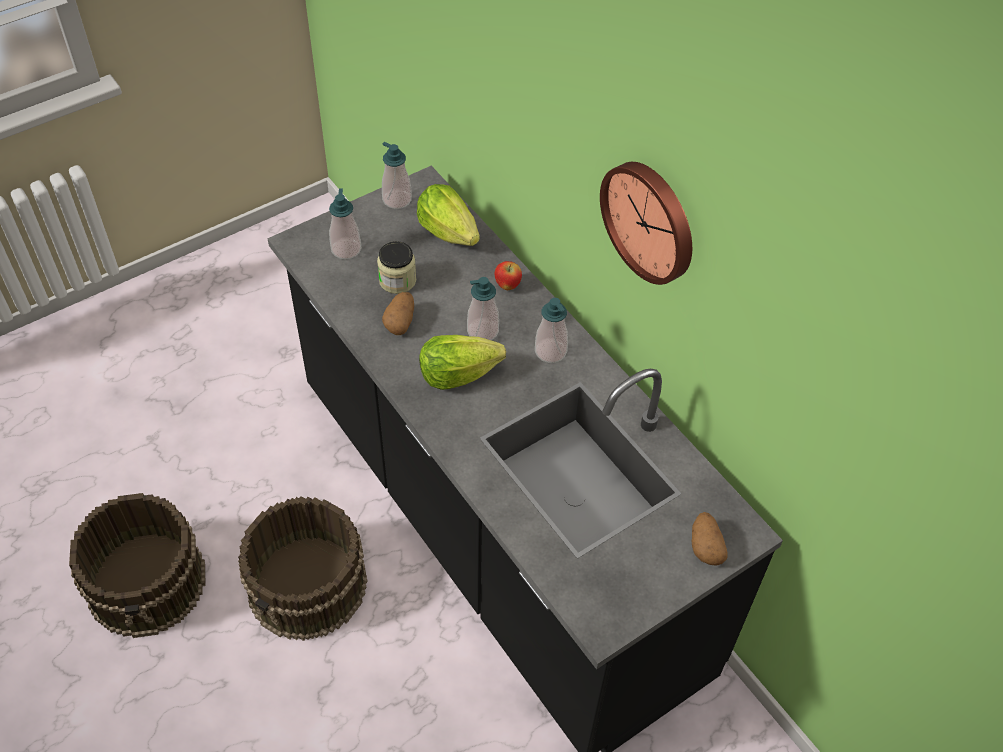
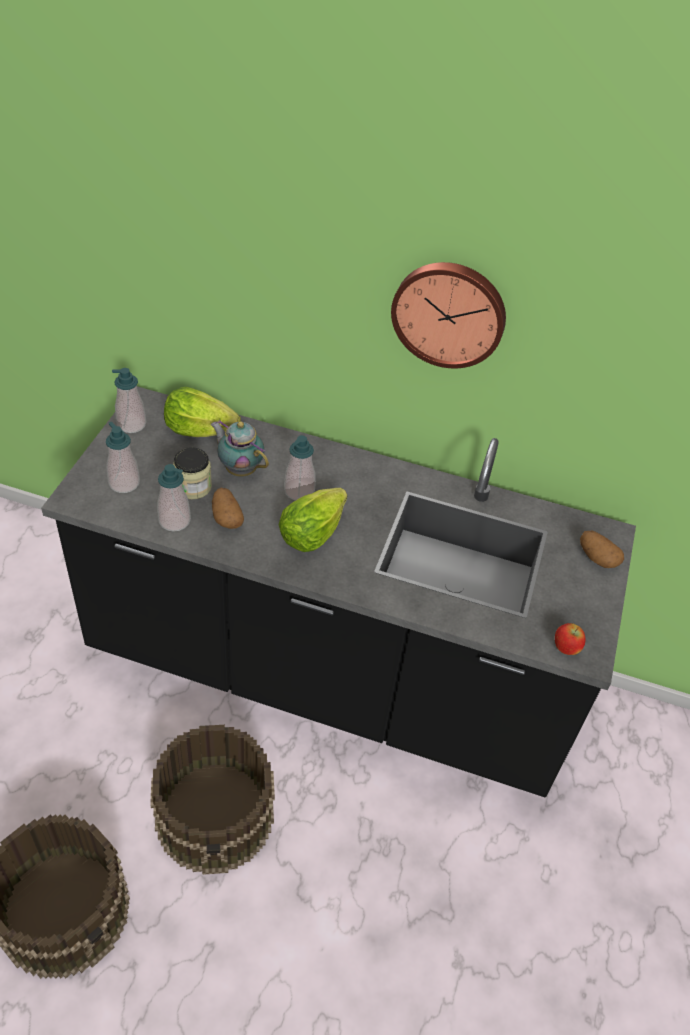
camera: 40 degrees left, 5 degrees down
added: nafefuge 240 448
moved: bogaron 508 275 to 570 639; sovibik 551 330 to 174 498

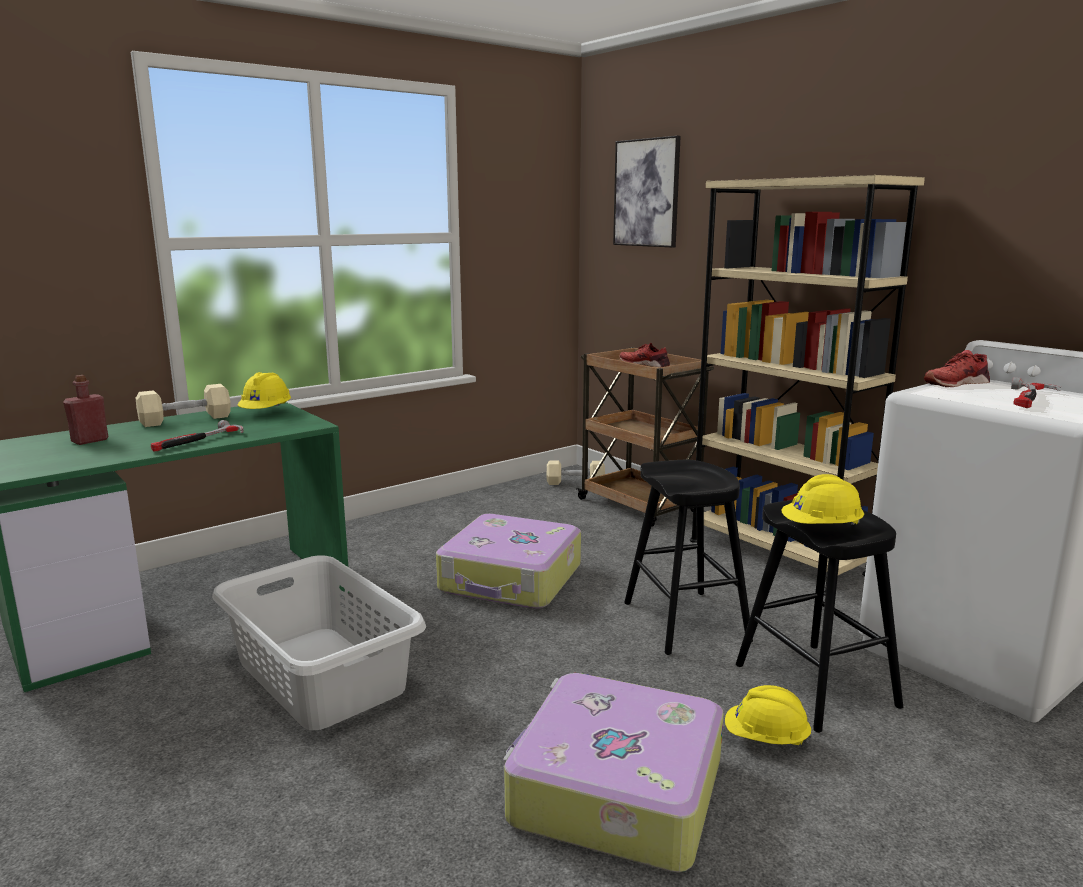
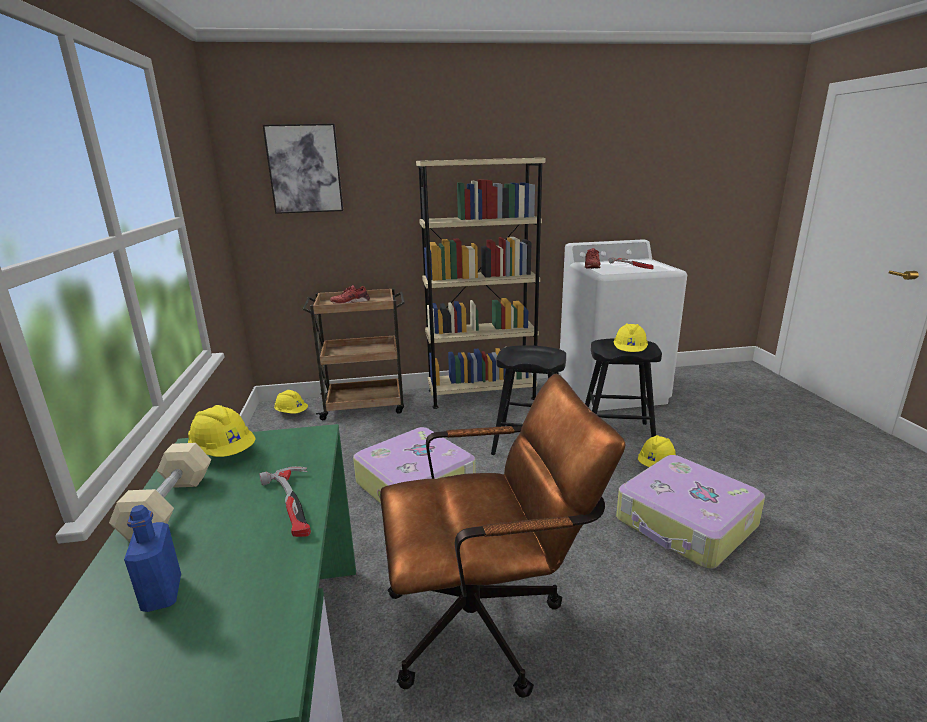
camera: 60 degrees left, 5 degrees up
replaced: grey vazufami 319 642 to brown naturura 503 536; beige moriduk 576 472 to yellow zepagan 291 402
recoloured: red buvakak 85 410 to blue buvakak 152 558

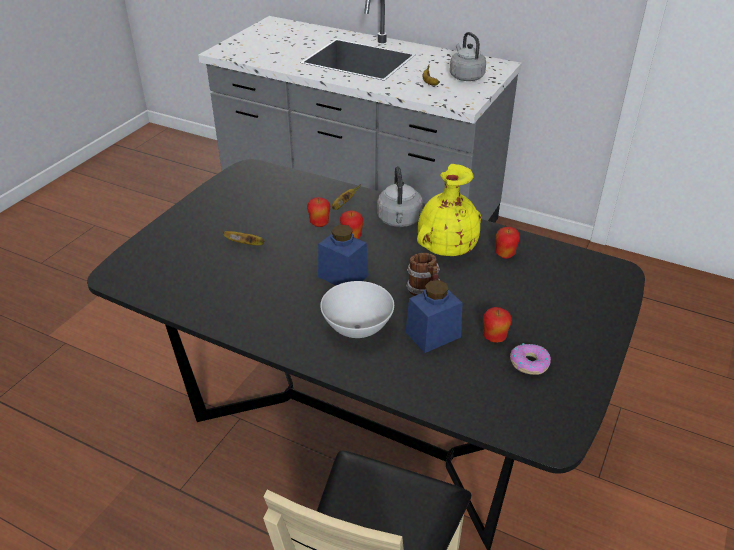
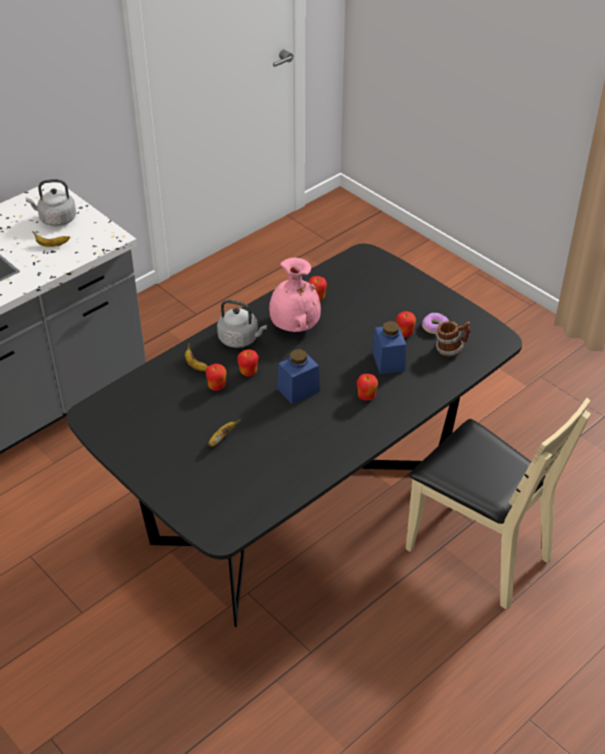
camera: 70 degrees left, 5 degrees up
moved: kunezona 423 274 to 452 339
replaced: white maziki 357 309 to bogaron 367 387
recoloured: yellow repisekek 449 210 to pink repisekek 295 294

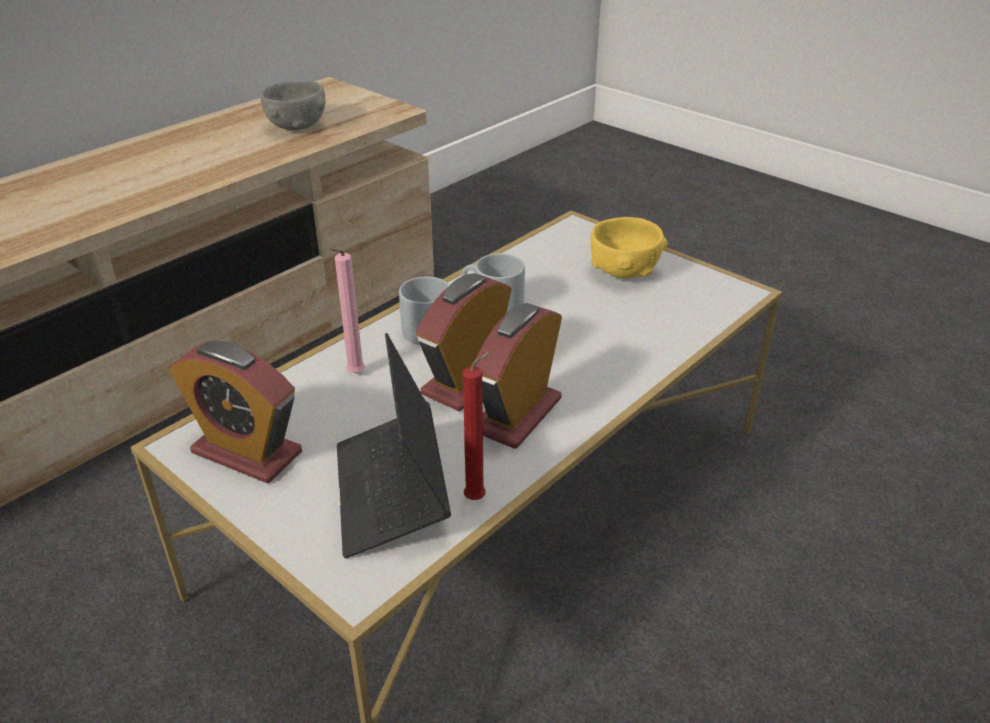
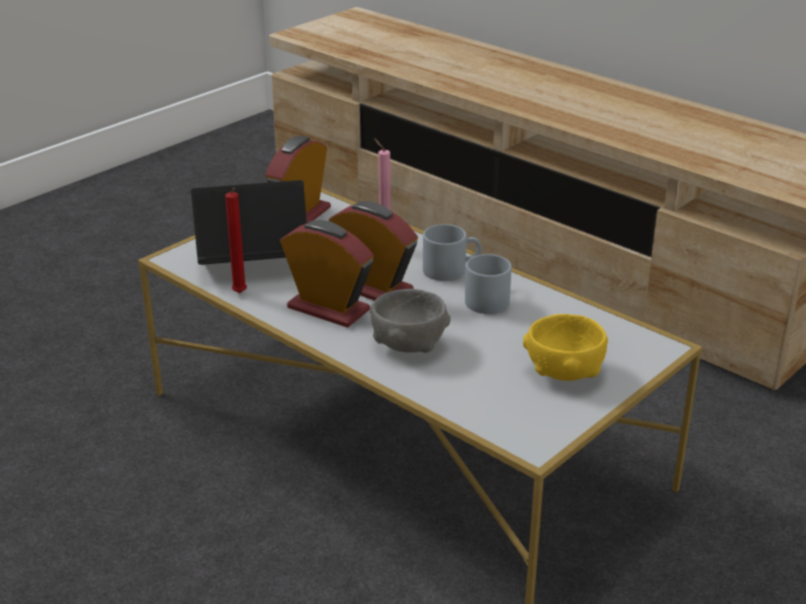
camera: 90 degrees right, 5 degrees down
moved: grey maziki 293 105 to 410 321

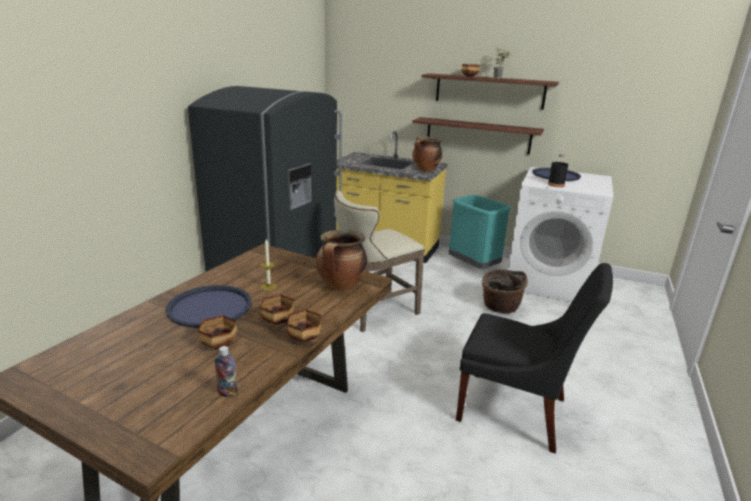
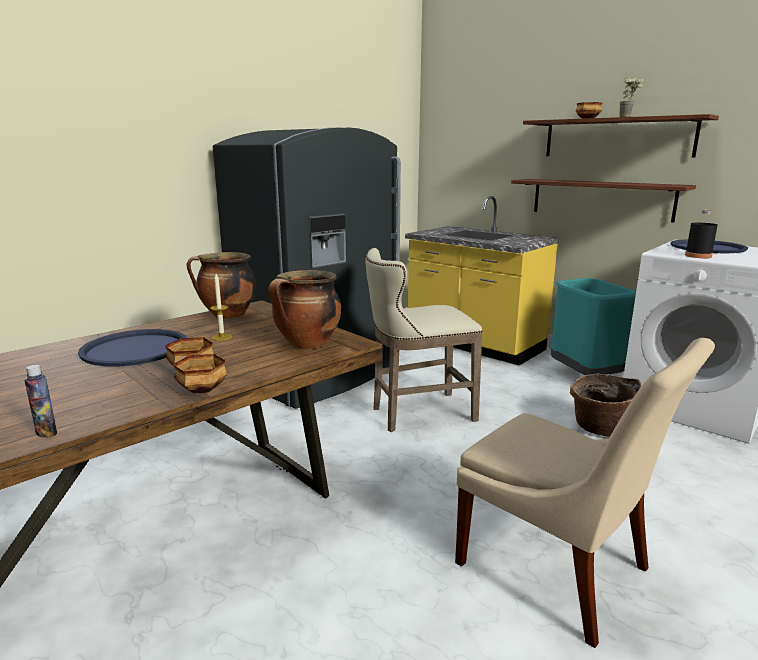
camera: 20 degrees right, 5 degrees down
removed: maziki 217 332
moved: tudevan 427 154 to 221 285
recoloured: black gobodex 534 358 to beige gobodex 585 493

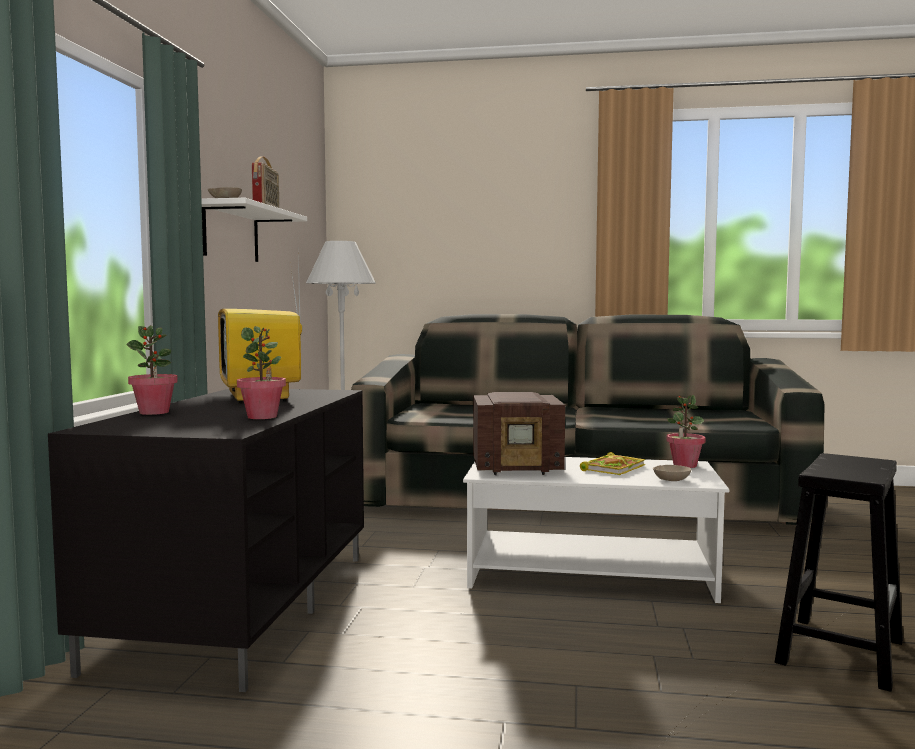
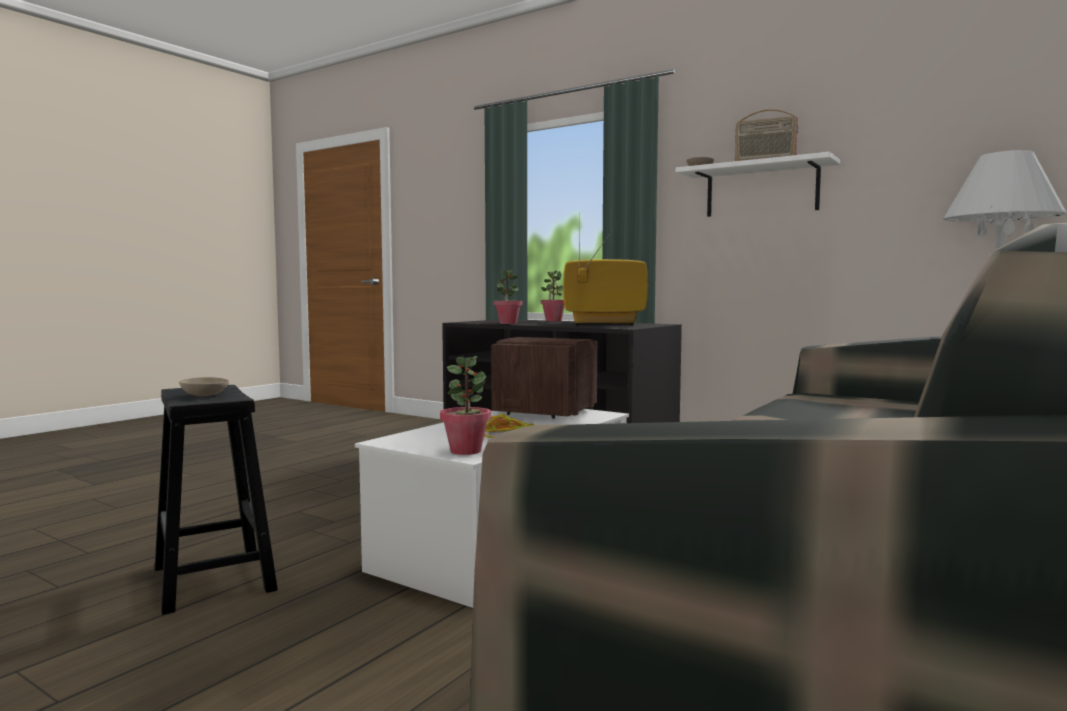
camera: 115 degrees right, 0 degrees up
moved: beige maziki 672 473 to 204 386

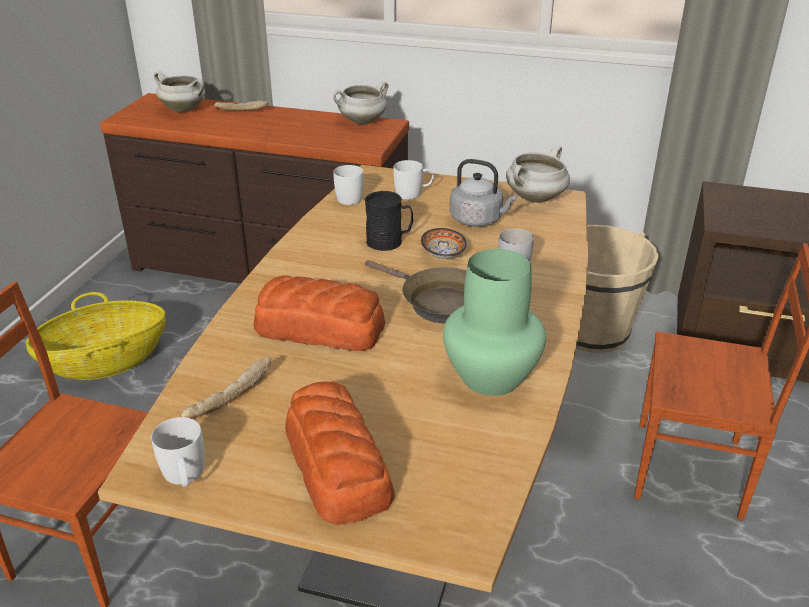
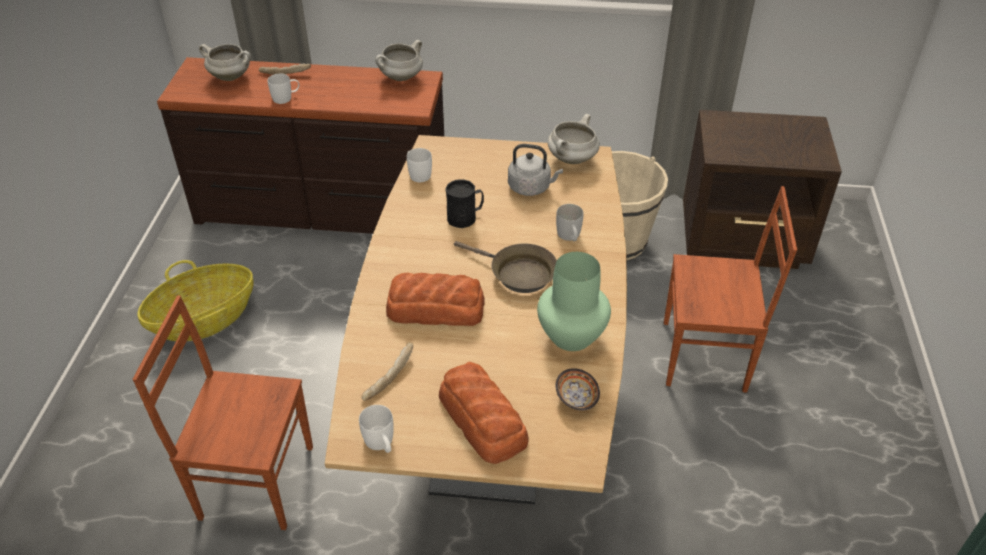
camera: 10 degrees left, 10 degrees up
moved: white kunezona 414 180 to 283 89; maziki 444 243 to 577 389

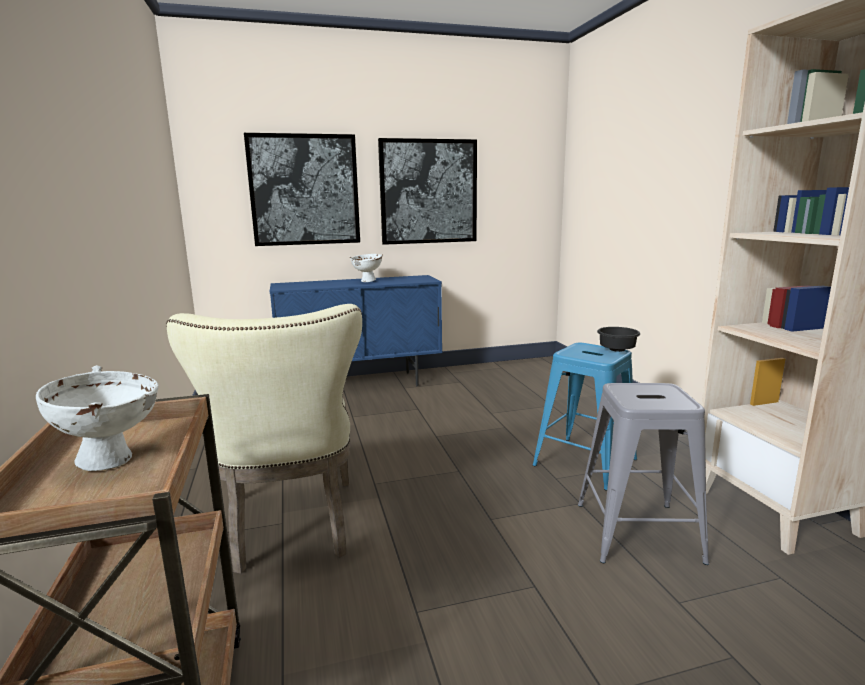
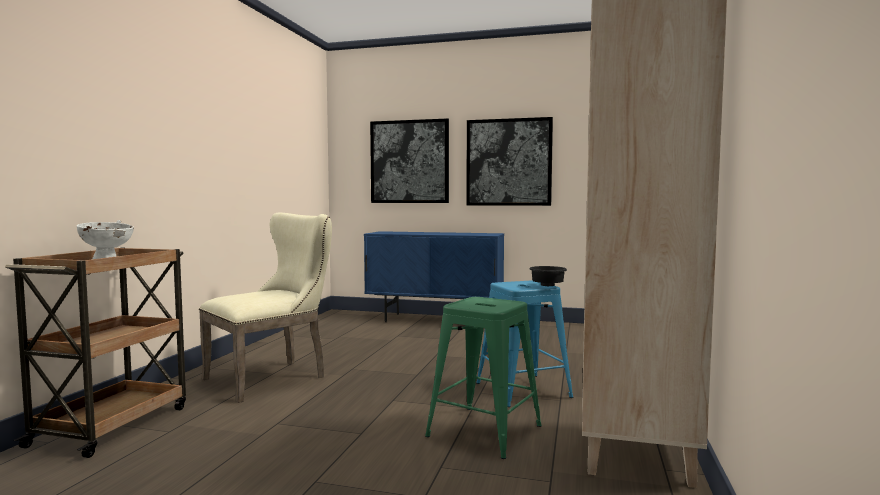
camera: 30 degrees right, 10 degrees down
removed: white maziki 366 268
recoloured: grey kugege 643 474 to green kugege 483 378
turned: beige gobodex 264 439 = 265 308 150 degrees counterclockwise

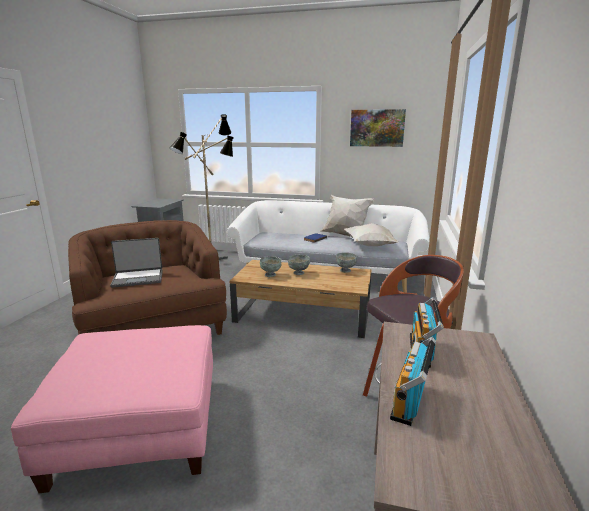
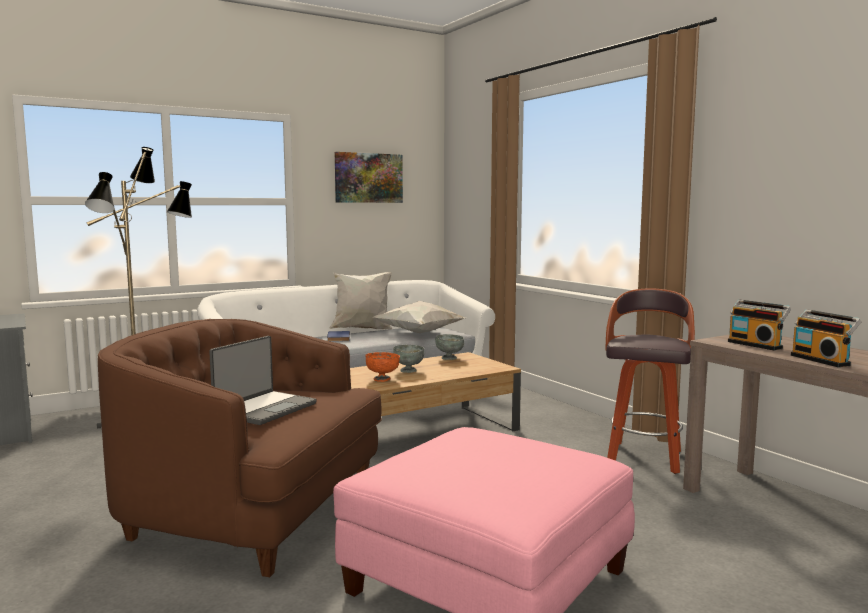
camera: 45 degrees left, 10 degrees down
recoloured: grey maziki 271 266 to orange maziki 383 367

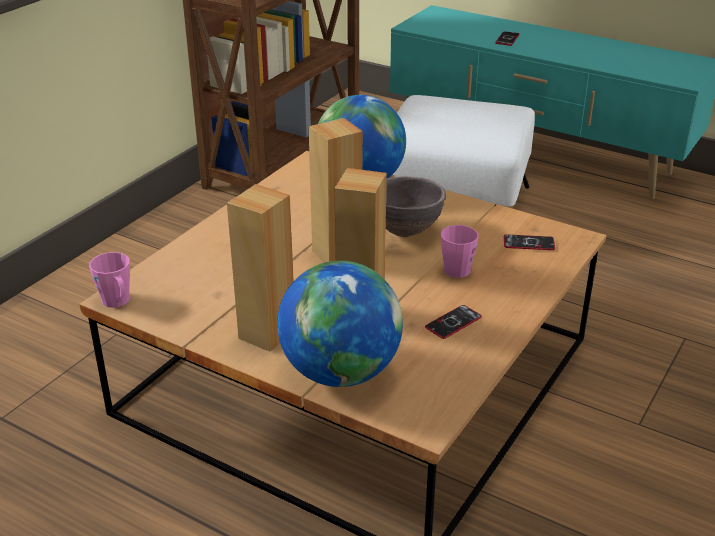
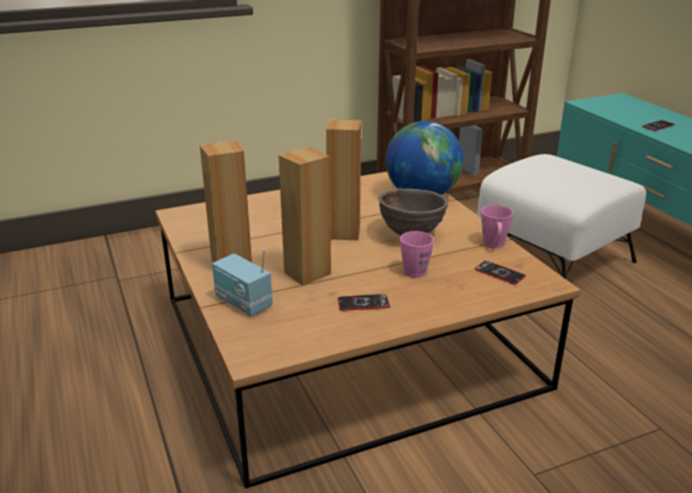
camera: 35 degrees right, 5 degrees down
moved: pink kunezona 109 280 to 497 226
replaced: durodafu 340 324 to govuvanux 242 282

